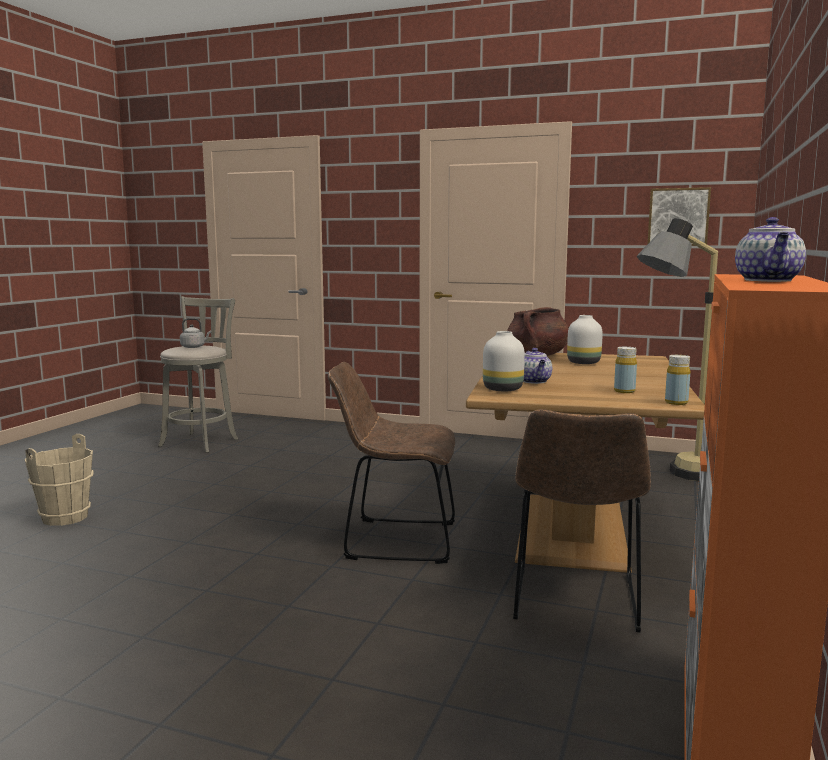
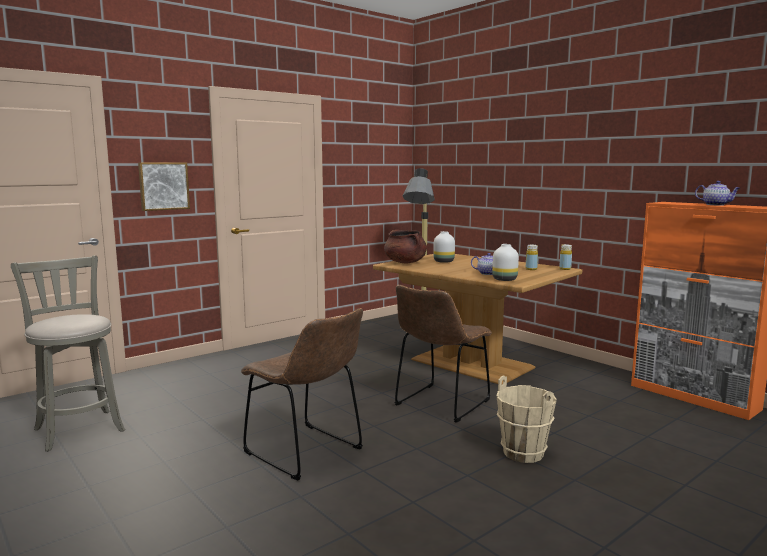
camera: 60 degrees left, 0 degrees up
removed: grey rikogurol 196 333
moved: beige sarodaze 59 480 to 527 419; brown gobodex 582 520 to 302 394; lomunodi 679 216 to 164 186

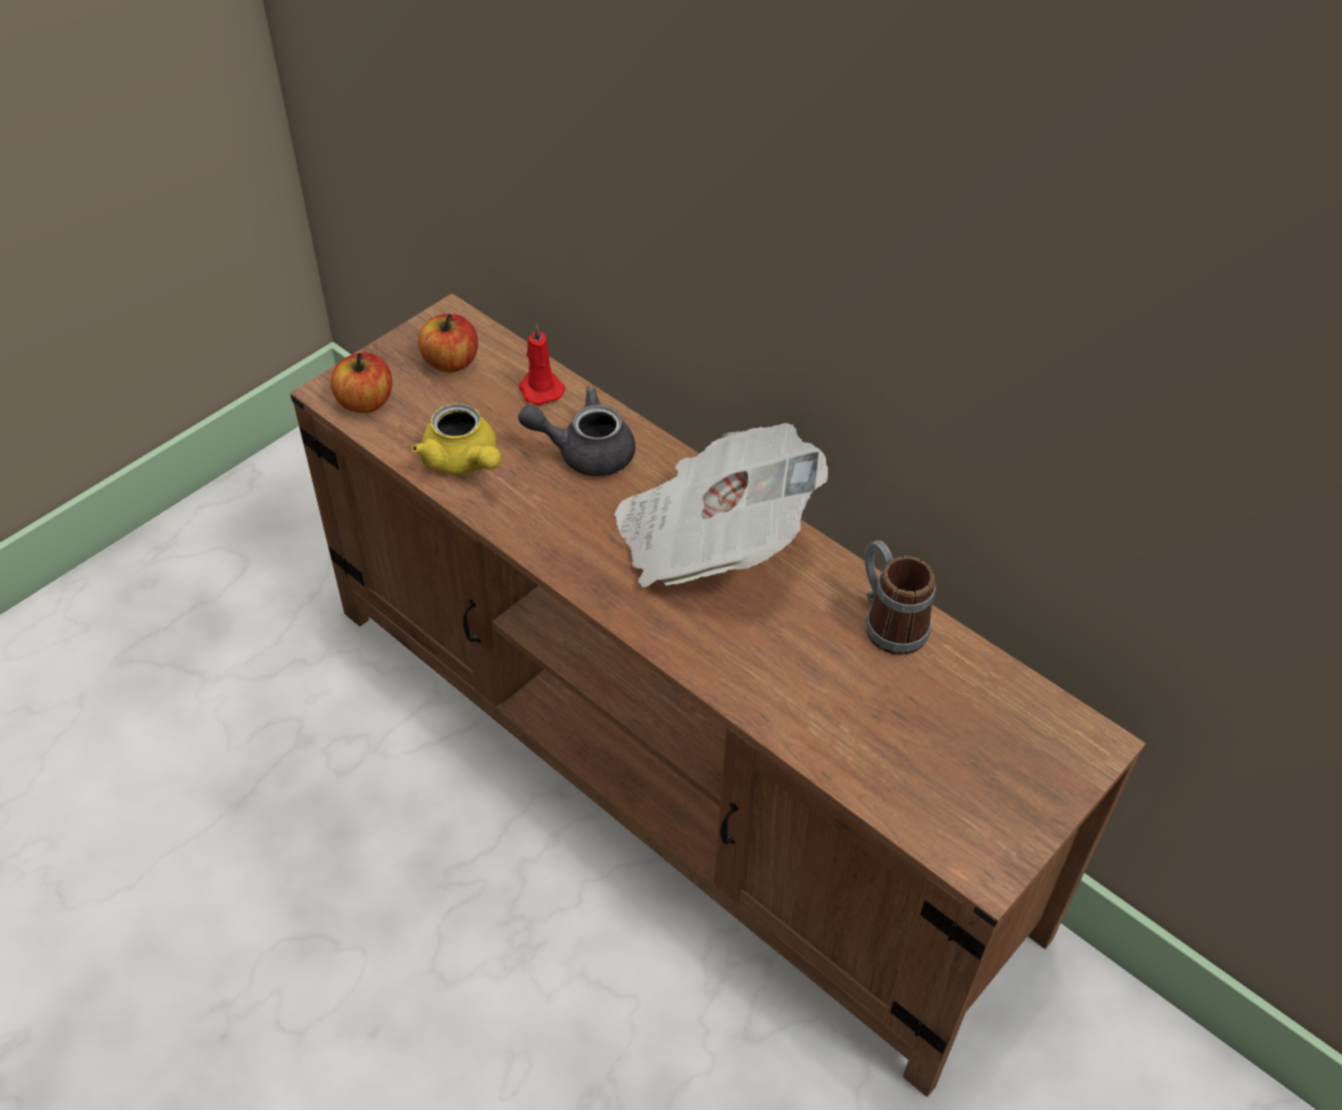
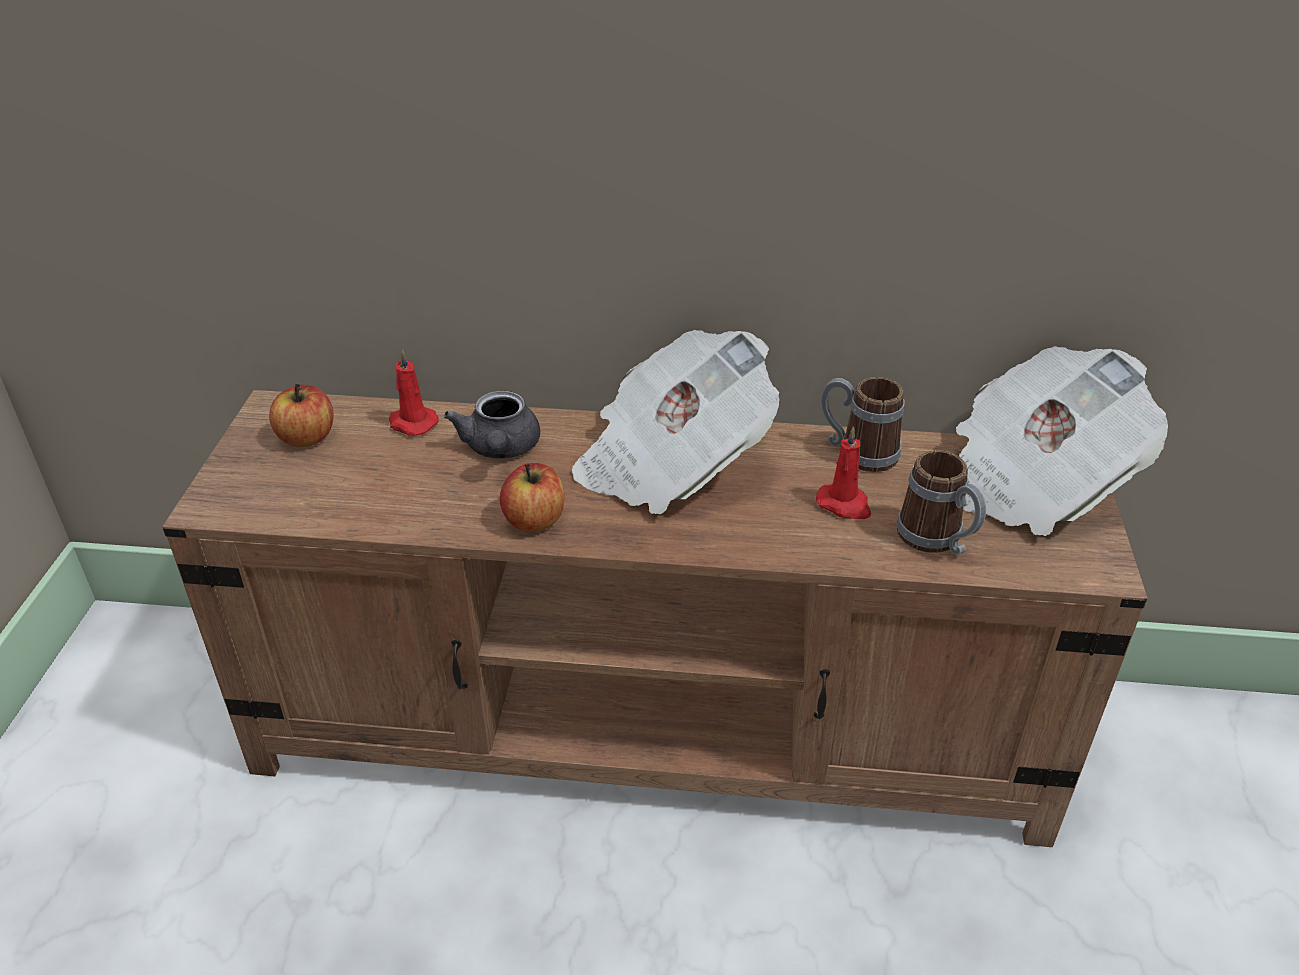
camera: 35 degrees left, 10 degrees down
removed: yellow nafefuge 457 439
added: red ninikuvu 843 472; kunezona 941 502; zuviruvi 1062 441
moved: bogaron 361 382 to 532 497
turned: grey nafefuge 576 431 = 492 424 60 degrees counterclockwise

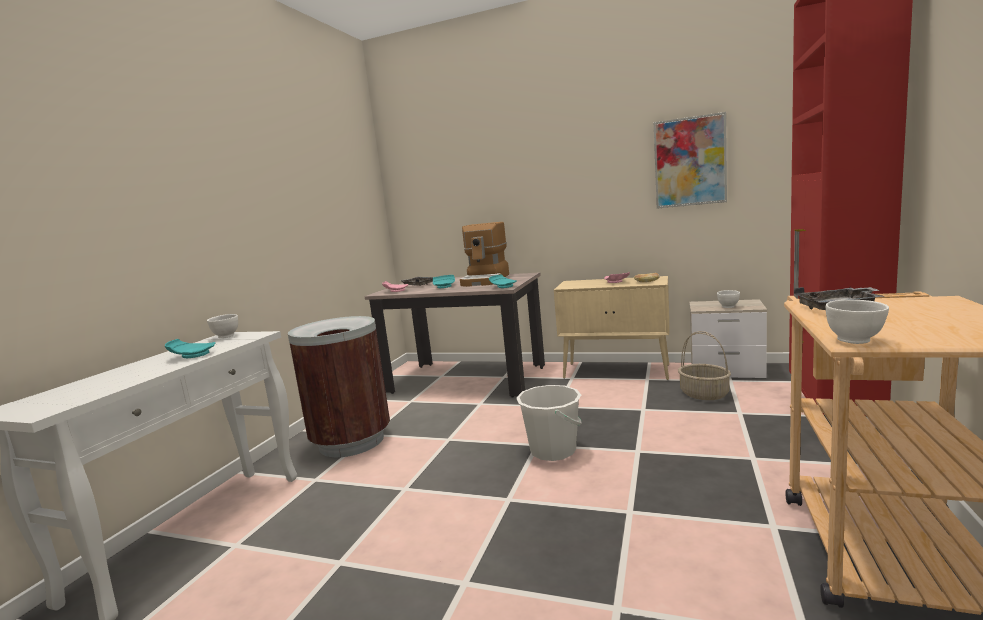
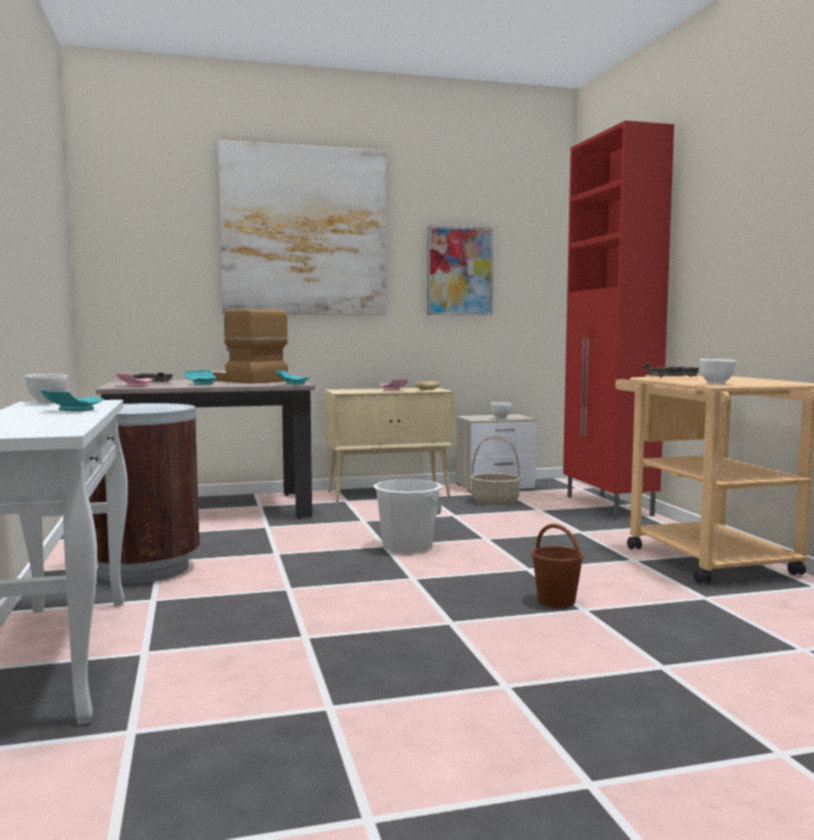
camera: 35 degrees left, 5 degrees down
added: lomunodi 302 227; brown sarodaze 557 566
turned: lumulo 484 254 = 249 346 150 degrees clockwise

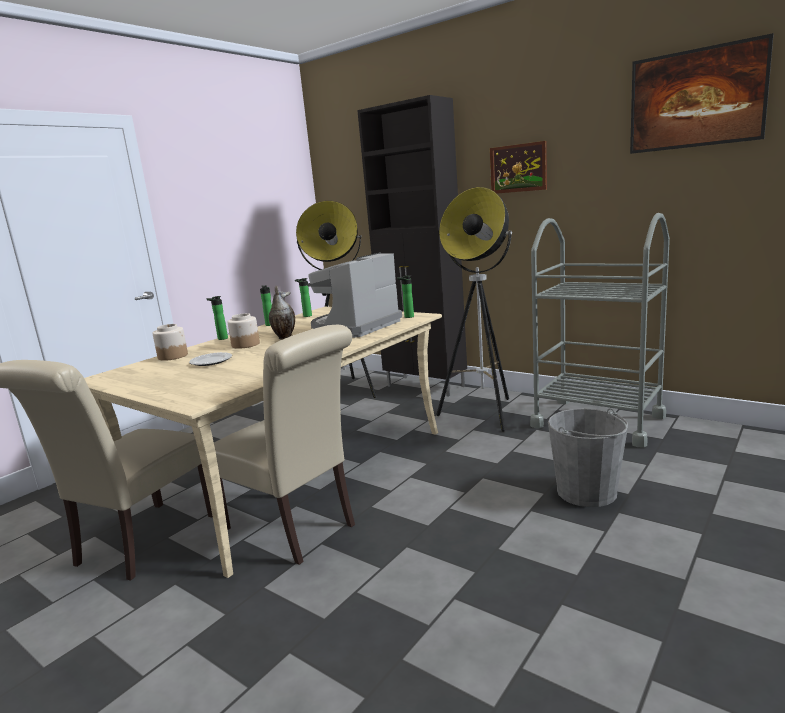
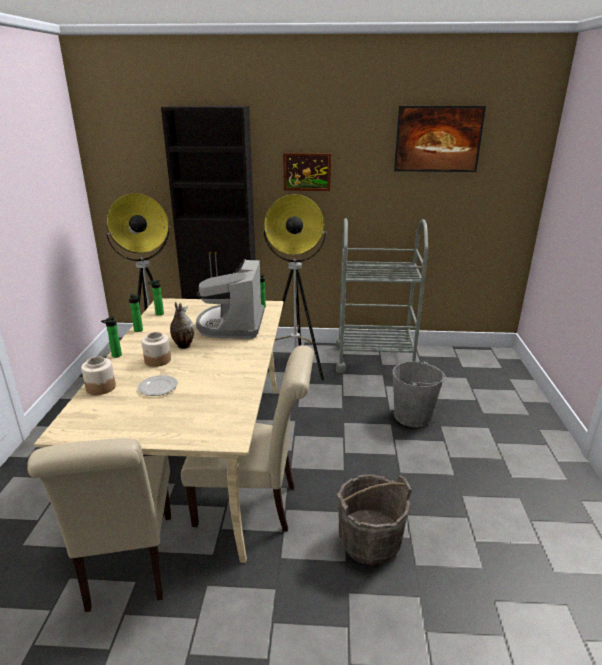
camera: 35 degrees left, 10 degrees up
added: grey sarodaze 374 519

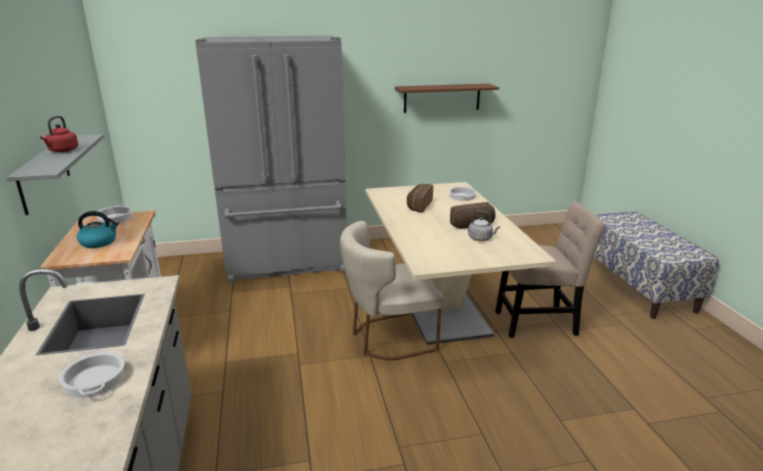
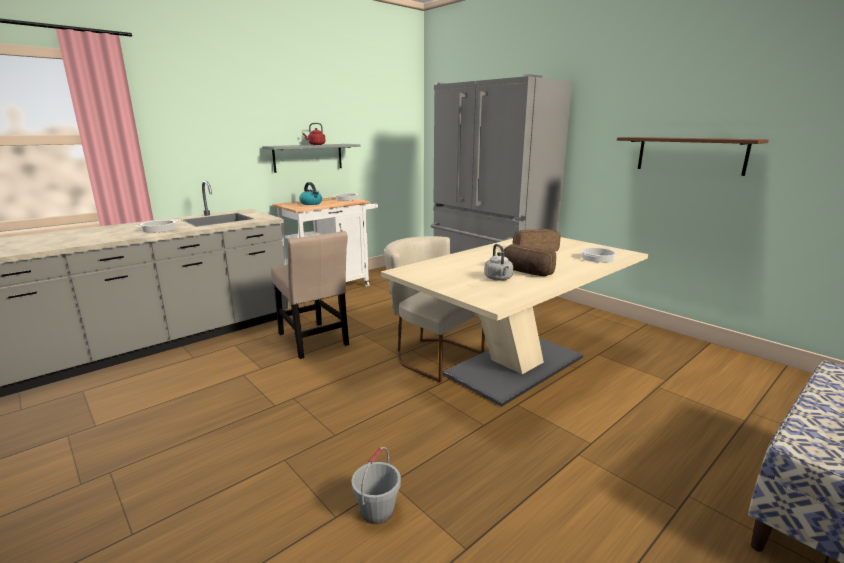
camera: 60 degrees right, 5 degrees down
added: grey sarodaze 376 485
moved: beige gobodex 550 270 to 310 295

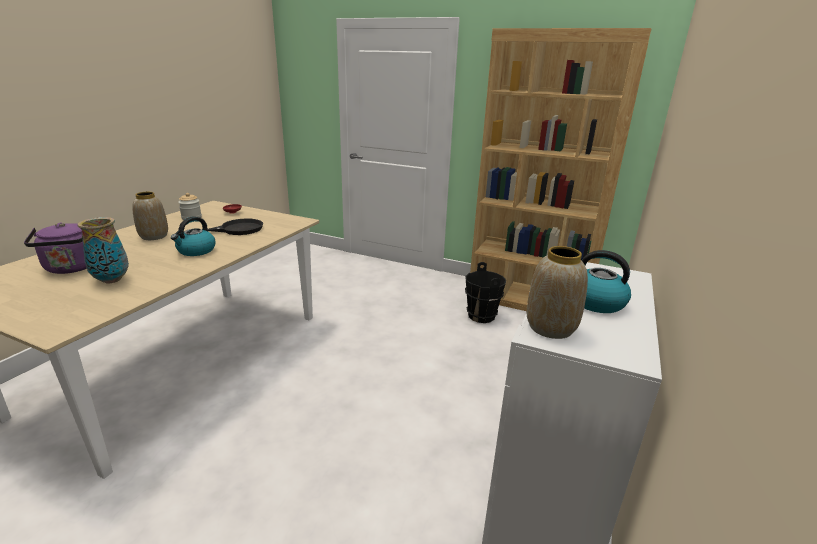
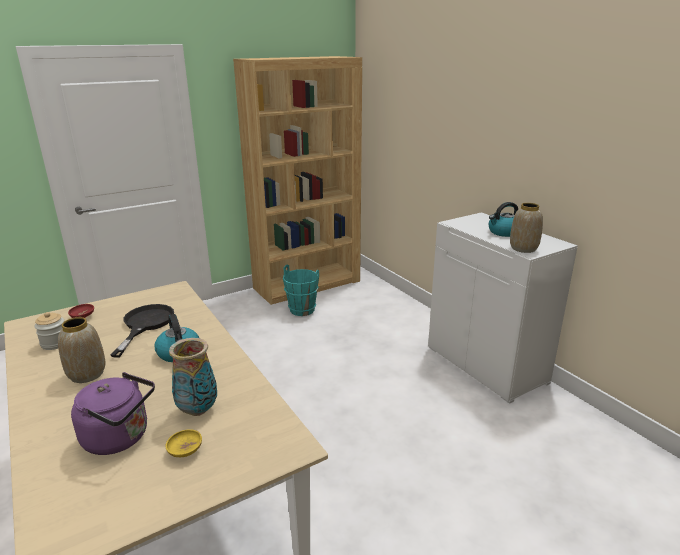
camera: 55 degrees left, 0 degrees up
added: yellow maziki 184 443
recoloured: black sarodaze 485 292 to turquoise sarodaze 301 290

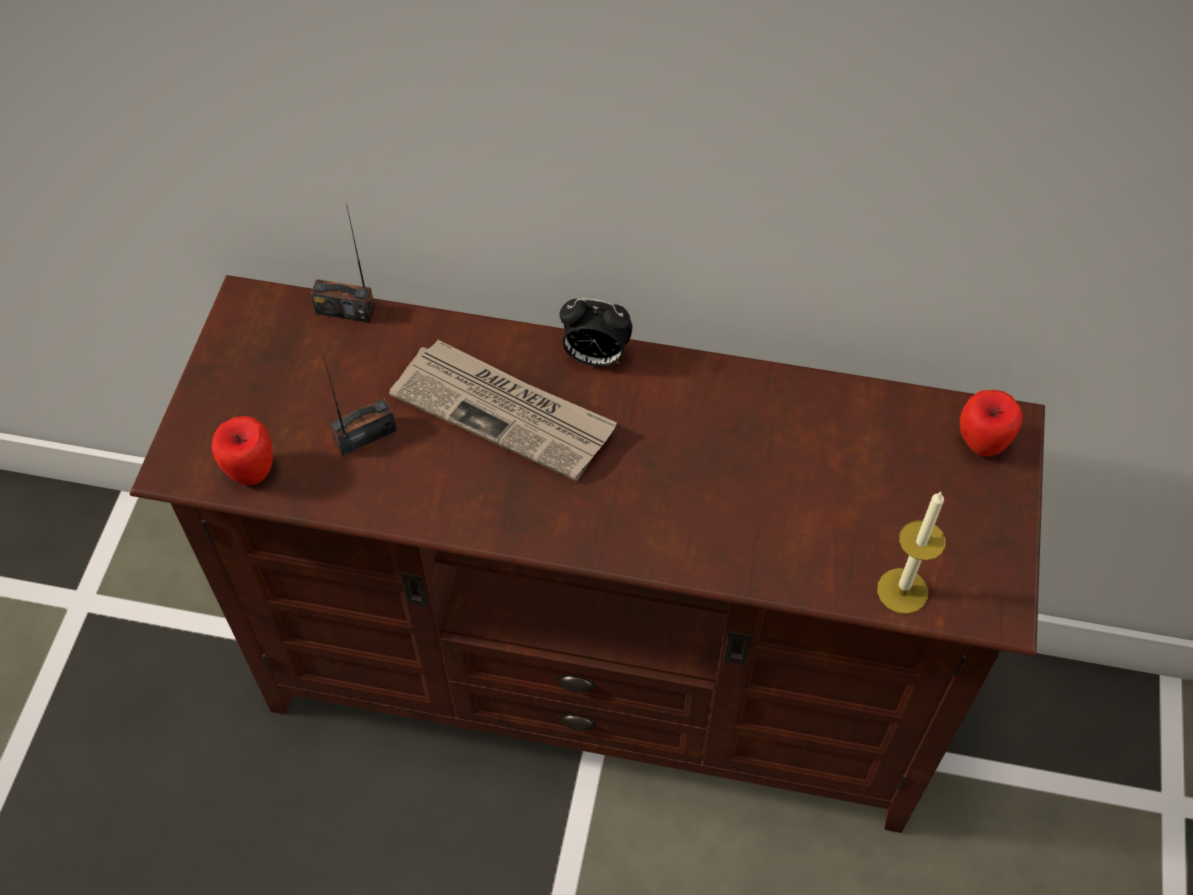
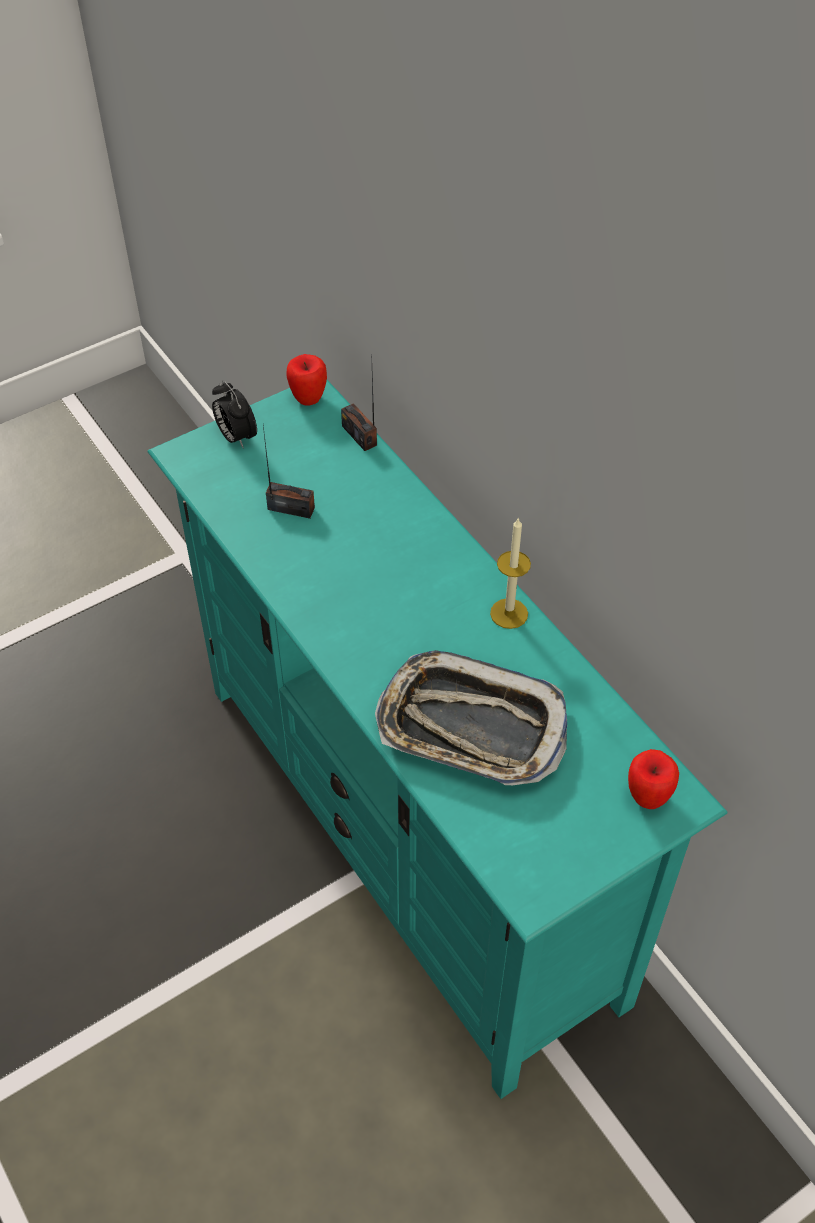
camera: 45 degrees right, 5 degrees down
removed: zuviruvi 503 410
added: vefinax 471 717
moved: bogaron 242 450 to 307 379; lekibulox 596 332 to 234 415; ninikuvu 911 552 to 510 573
recoloured: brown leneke 587 554 to turquoise leneke 437 739

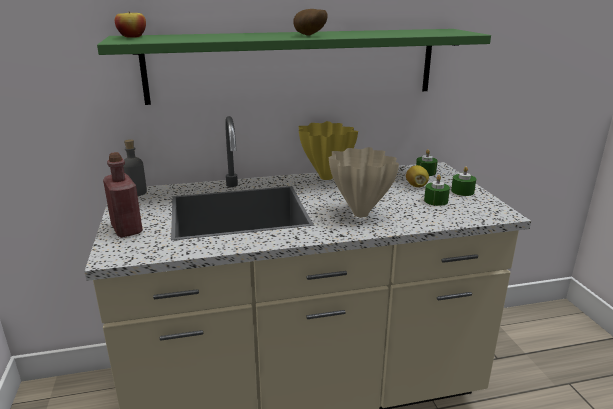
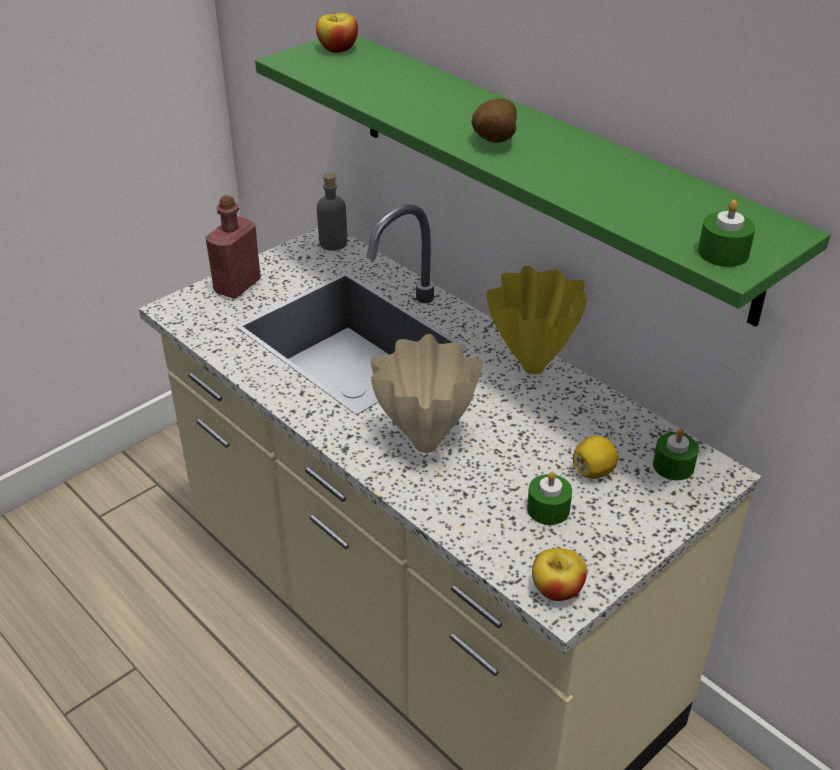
camera: 60 degrees right, 15 degrees up
added: bogaron 559 574
moved: green ninikuvu 463 181 to 726 233

